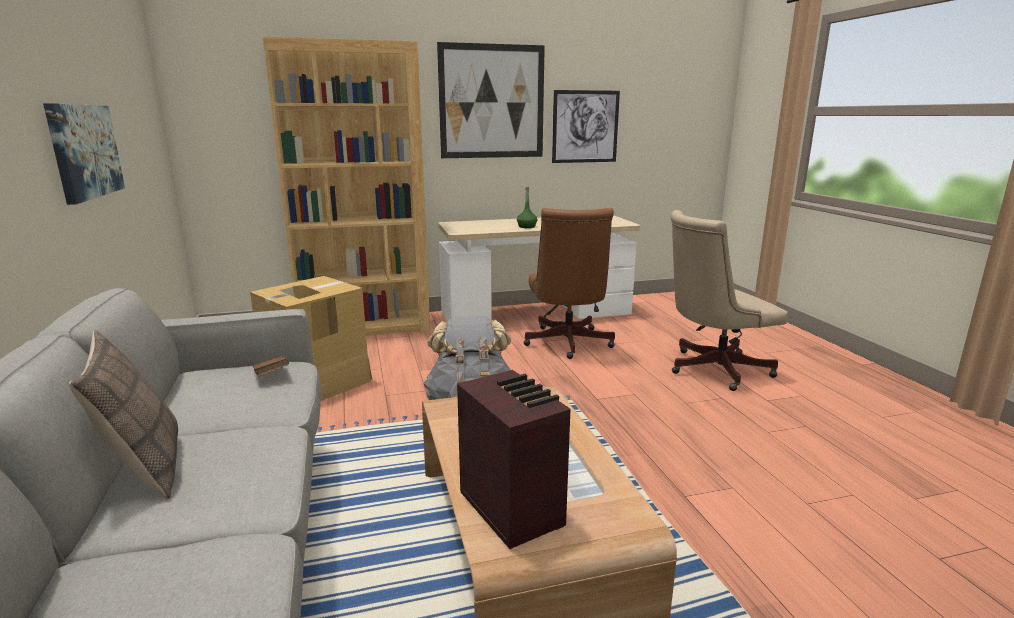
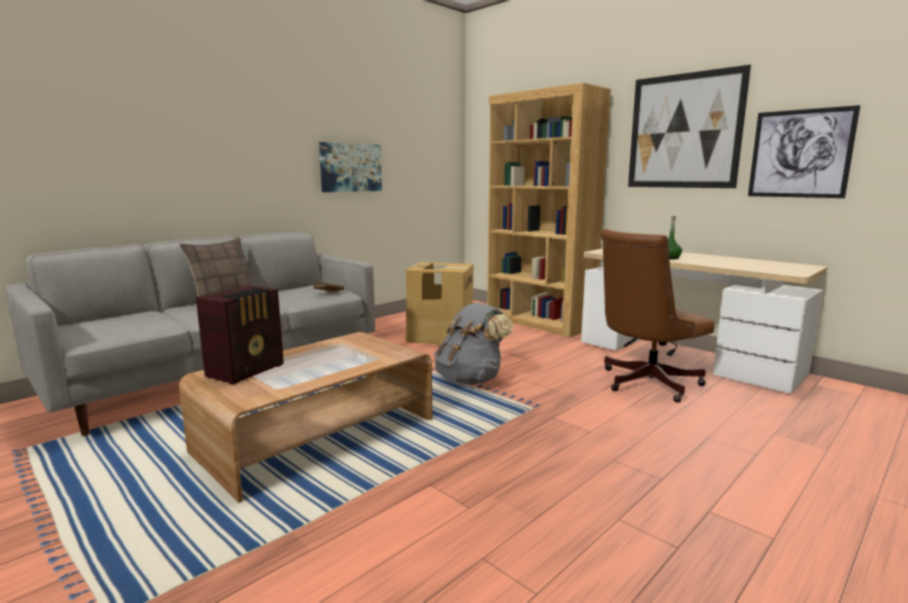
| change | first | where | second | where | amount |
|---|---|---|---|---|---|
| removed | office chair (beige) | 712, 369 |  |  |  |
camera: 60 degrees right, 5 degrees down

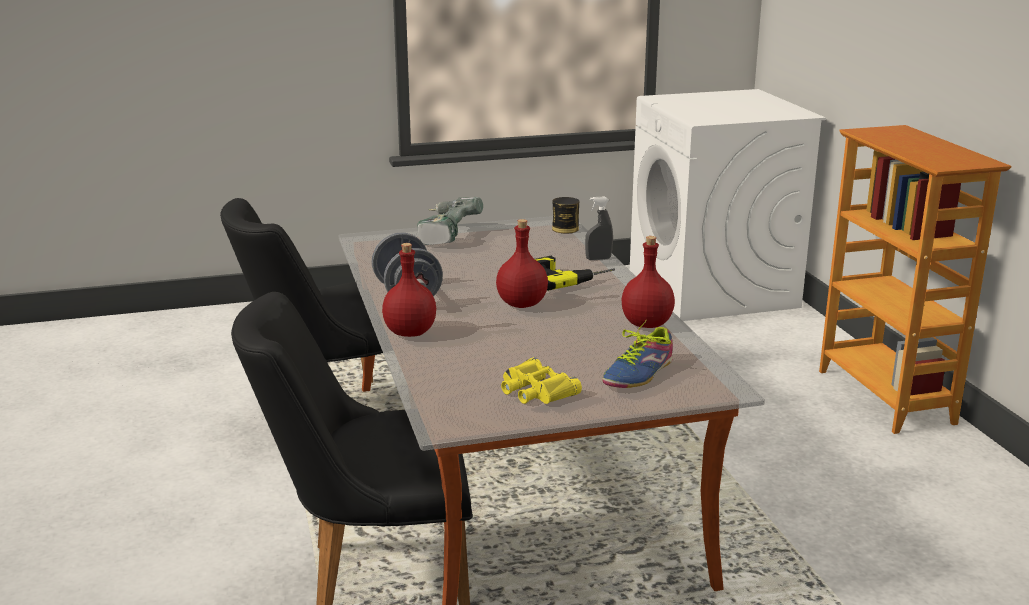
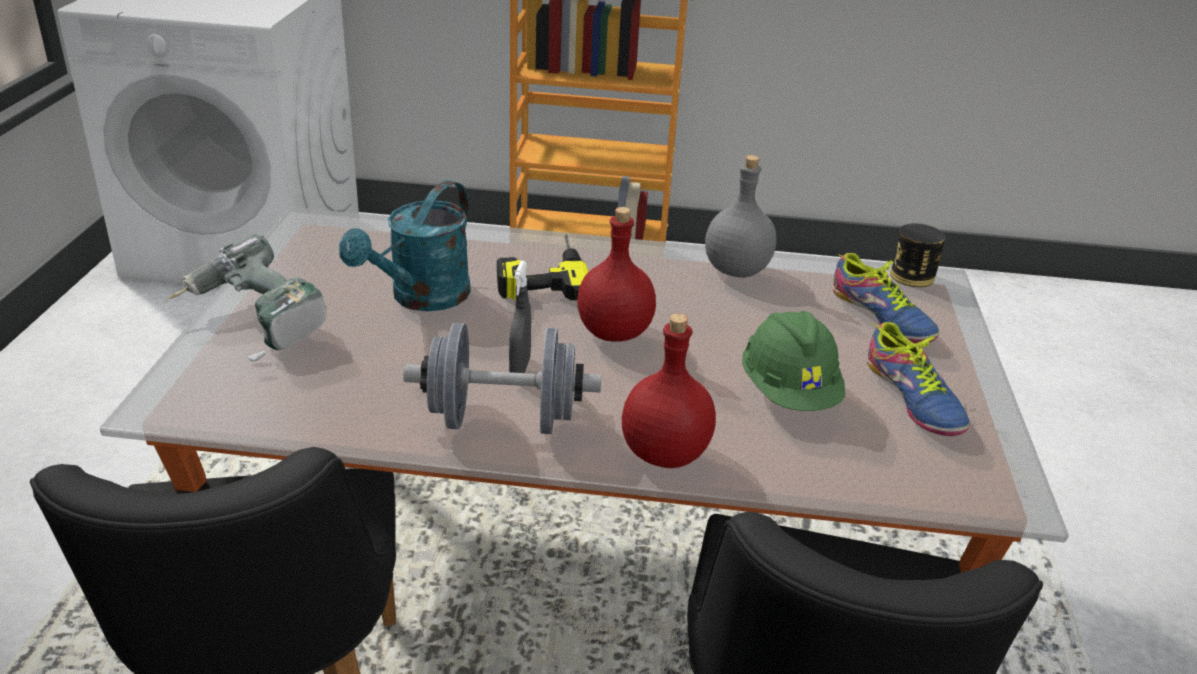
| change | first | where | second | where | amount |
|---|---|---|---|---|---|
| added |  |  | watering can (turquoise) | 421, 298 |  |
| moved | spray bottle (grey) | 598, 259 |  | 520, 367 |  |
| recoloured | bottle (red) | 646, 324 | bottle (grey) | 737, 271 |  |
| added |  |  | hard hat (green) | 789, 392 |  |
| replaced | binoculars (yellow) | 536, 390 | shoe | 913, 397 |  |
| moved | can | 565, 229 |  | 912, 276 |  |
camera: 70 degrees left, 10 degrees up

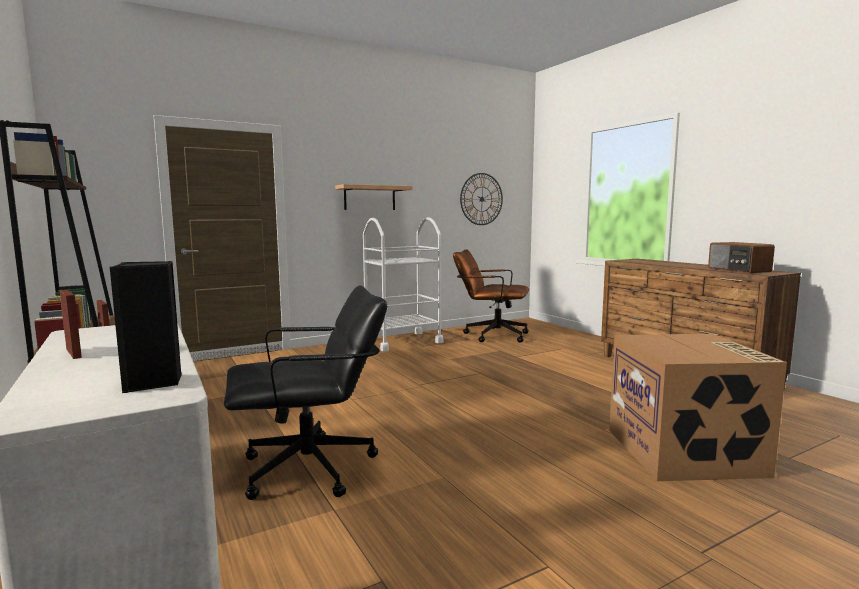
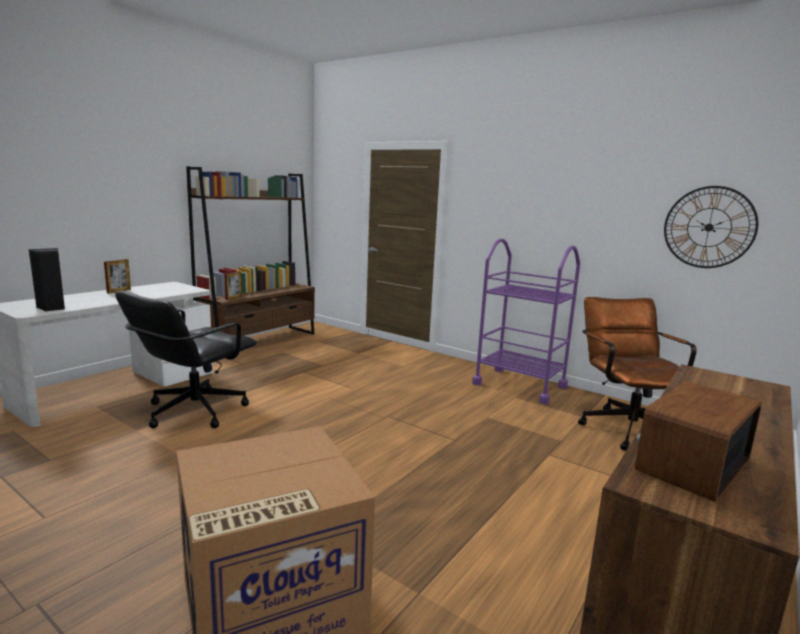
| change | first | where | second | where | amount |
|---|---|---|---|---|---|
| turned | office chair (black) | 310, 469 |  | 194, 411 | 75 degrees clockwise |
| recoloured | cart (white) | 402, 341 | cart (purple) | 519, 385 |  |
| removed | shelf | 369, 198 |  |  |  |
camera: 65 degrees right, 5 degrees up

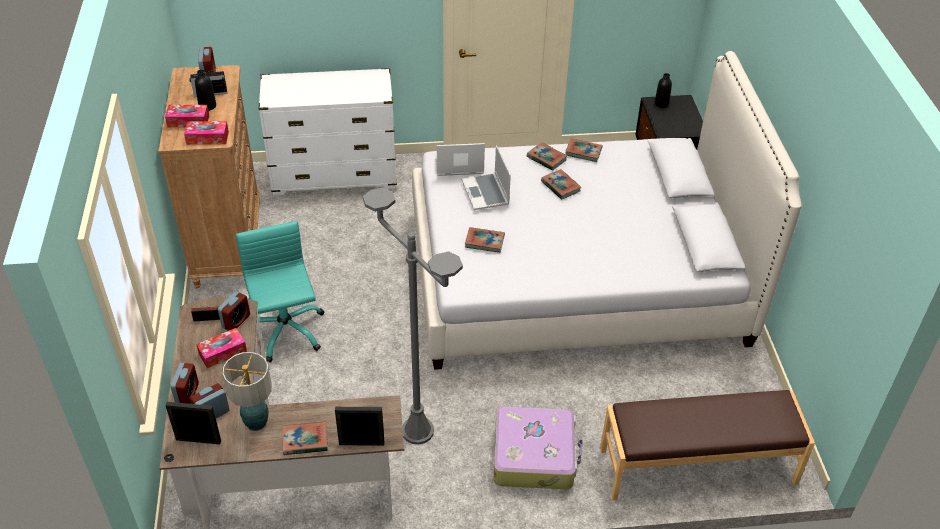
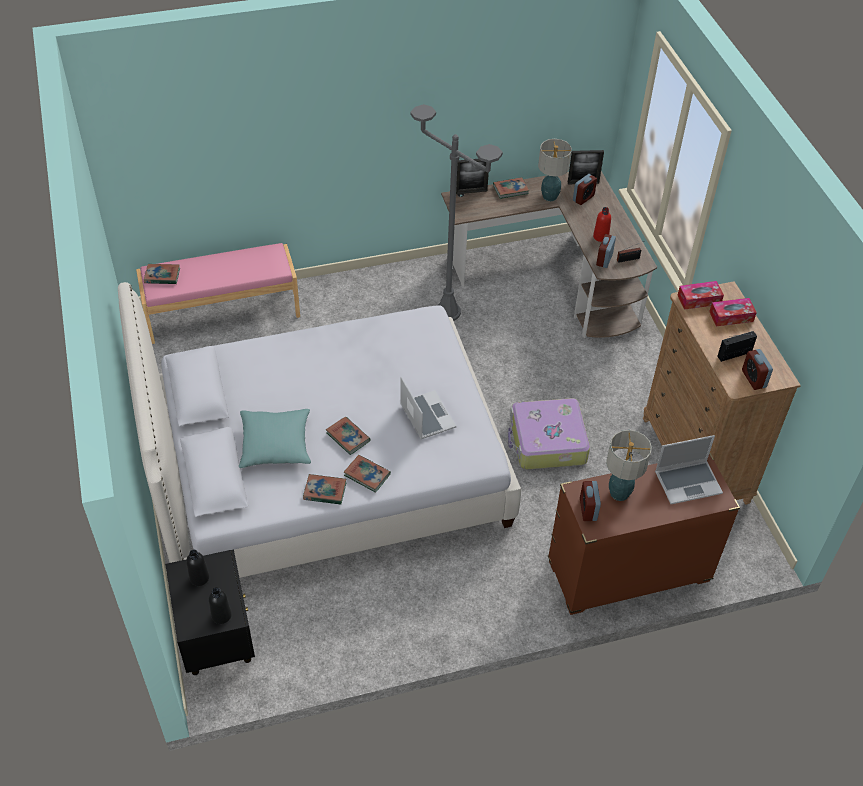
| change | first | where | second | where | amount |
|---|---|---|---|---|---|
| recoloured | bench (brown) | 697, 467 | bench (pink) | 222, 312 |  |
| moved | book | 484, 242 |  | 162, 276 |  |
| moved | bottle (black) | 207, 106 |  | 199, 578 |  |
| added |  |  | pillow (turquoise) | 275, 445 |  |
| moved | suitcase | 534, 455 |  | 547, 442 |  |
| recoloured | dresser (white) | 334, 176 | dresser (brown) | 628, 572 |  |
| moved | alarm clock | 187, 394 |  | 588, 509 |  |
| replaced | tissue box | 222, 352 | bottle (red) | 600, 237 |  |
| added |  |  | table lamp | 619, 493 |  |
| moved | laptop | 458, 165 |  | 688, 482 |  |
| removed | office chair (turquoise) | 285, 331 |  |  |  |
camera: 170 degrees right, 5 degrees up

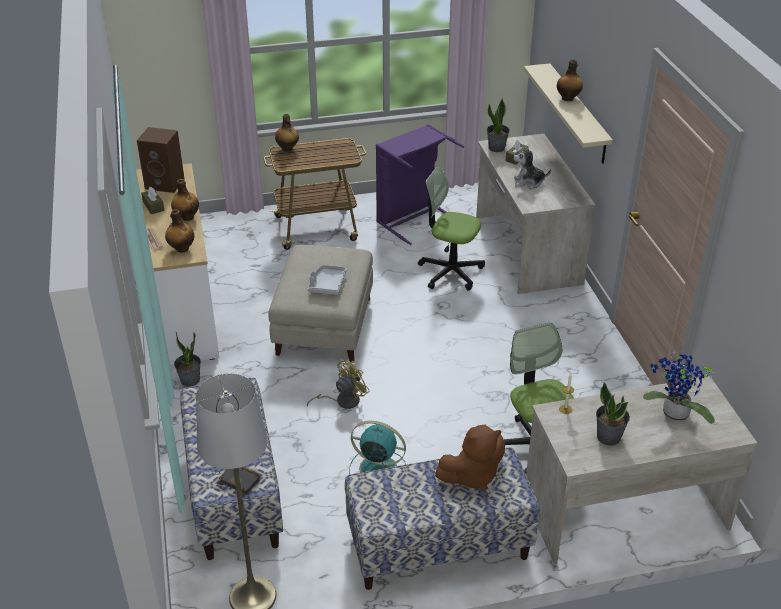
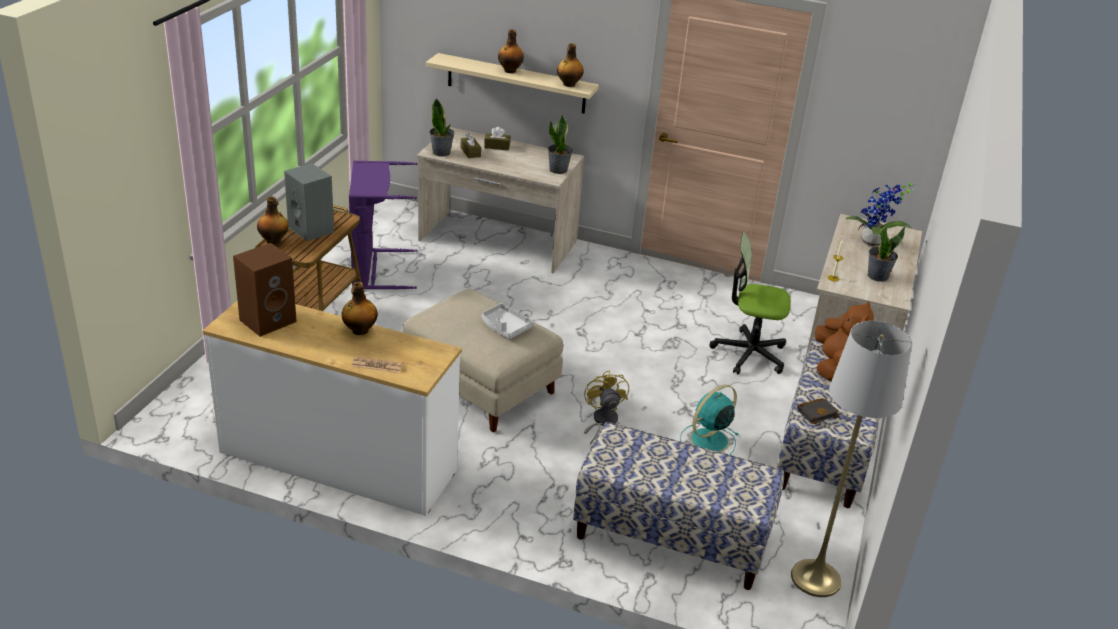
| change | first | where | second | where | amount |
|---|---|---|---|---|---|
| added |  |  | speaker (grey) | 312, 230 |  |
| moved | tissue box (brown) | 153, 206 |  | 497, 146 |  |
| moved | potted plant | 190, 380 |  | 558, 170 |  |
| moved | bottle | 181, 248 |  | 568, 84 |  |
| moved | book (black) | 241, 481 |  | 817, 413 |  |
| removed | office chair | 450, 272 |  |  |  |
| removed | plush toy | 528, 182 |  |  |  |
camera: 60 degrees left, 5 degrees down

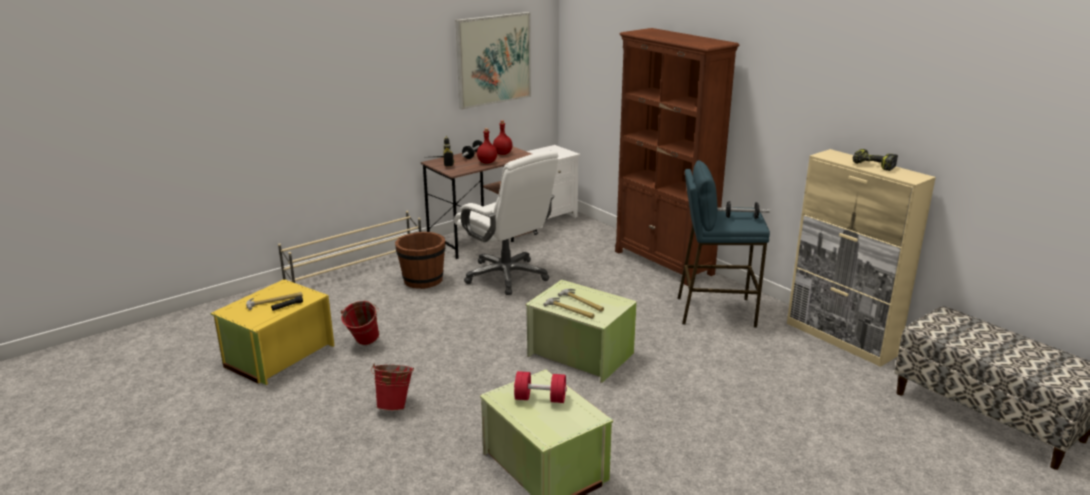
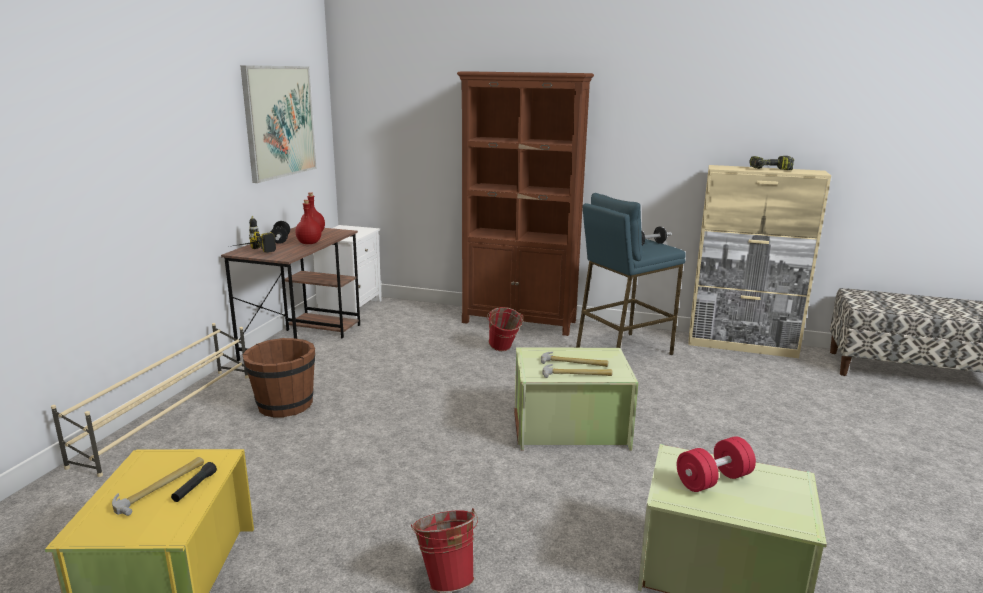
| change | first | where | second | where | amount |
|---|---|---|---|---|---|
| moved | bucket (red) | 363, 344 |  | 503, 350 |  |
| removed | office chair (white) | 507, 276 |  |  |  |
camera: 35 degrees left, 5 degrees down

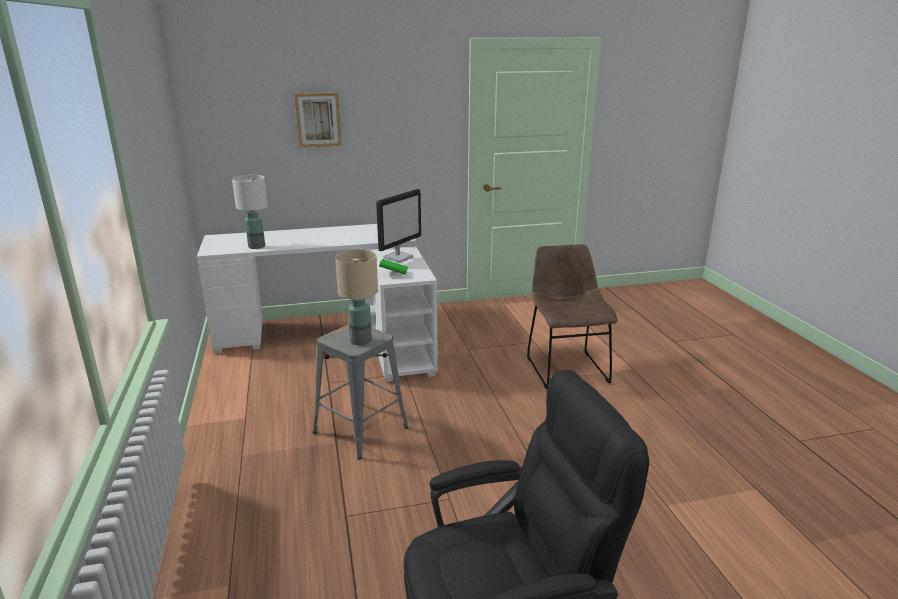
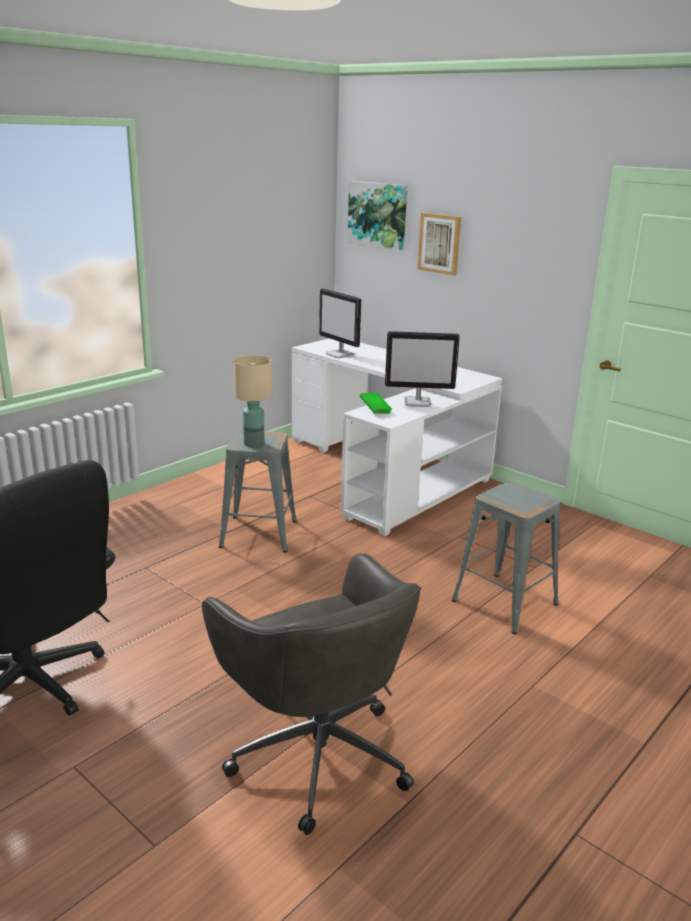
| change | first | where | second | where | amount |
|---|---|---|---|---|---|
| added |  |  | office chair (grey) | 317, 753 |  |
| replaced | table lamp (white) | 257, 246 | monitor | 340, 355 |  |
| added |  |  | picture | 378, 215 |  |
| replaced | chair (brown) | 565, 368 | stool (grey) | 505, 602 |  |
camera: 55 degrees right, 0 degrees up

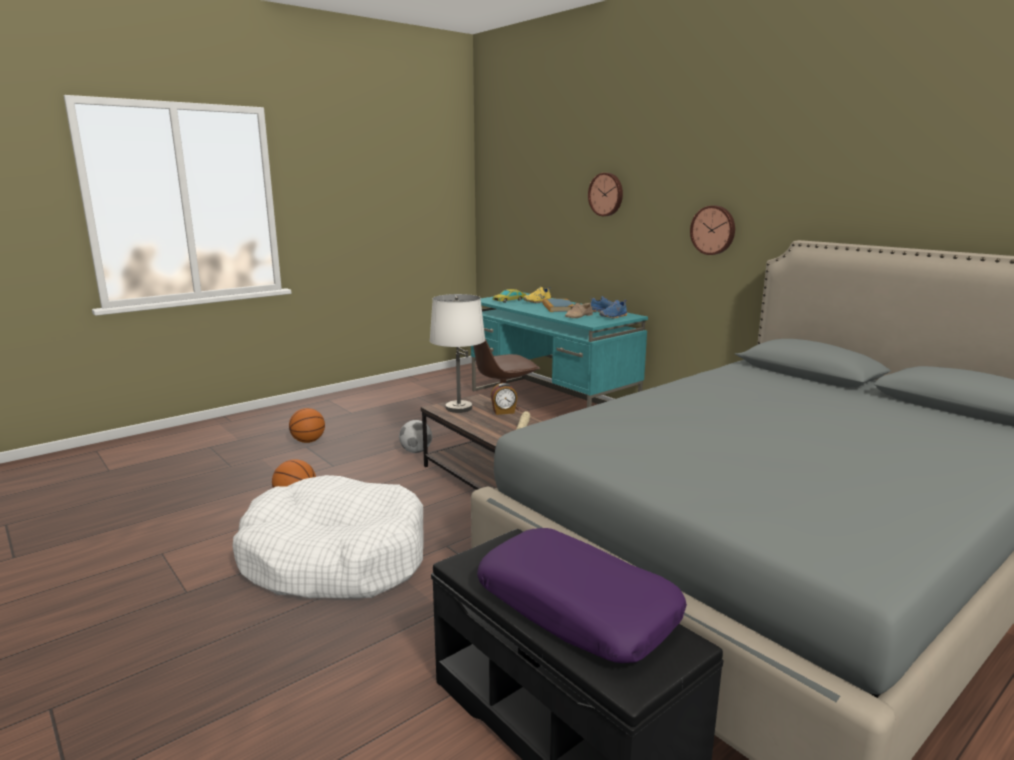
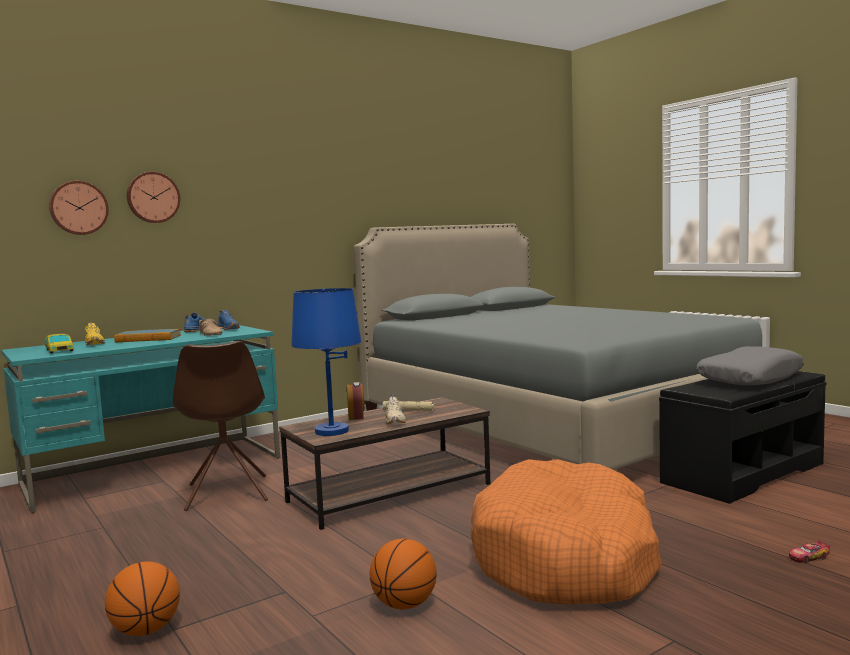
| change | first | where | second | where | amount |
|---|---|---|---|---|---|
| moved | wall clock | 713, 230 |  | 78, 208 |  |
| recoloured | table lamp (white) | 458, 408 | table lamp (blue) | 332, 431 |  |
| added |  |  | shoe (beige) | 395, 421 |  |
| recoloured | dog bed (white) | 335, 558 | dog bed (orange) | 566, 558 |  |
| recoloured | pillow (purple) | 577, 608 | pillow (grey) | 750, 379 |  |
| added |  |  | toy car | 808, 557 |  |
| removed | football | 416, 451 |  |  |  |
camera: 85 degrees left, 10 degrees down

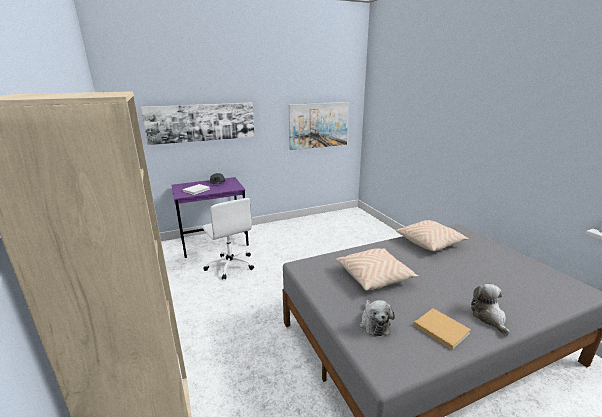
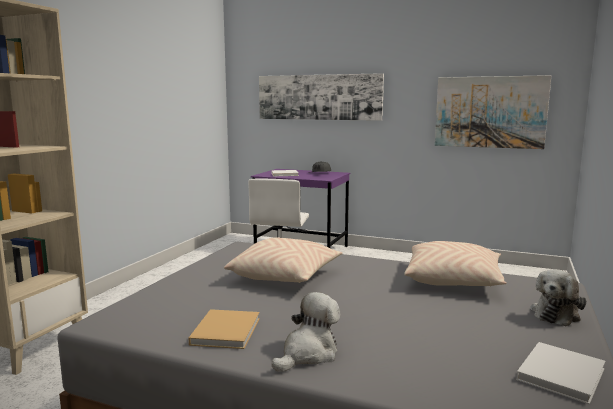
| change | first | where | second | where | amount |
|---|---|---|---|---|---|
| added |  |  | book (white) | 561, 373 |  |
| moved | plush toy | 374, 323 |  | 556, 314 |  |
camera: 45 degrees right, 10 degrees down

